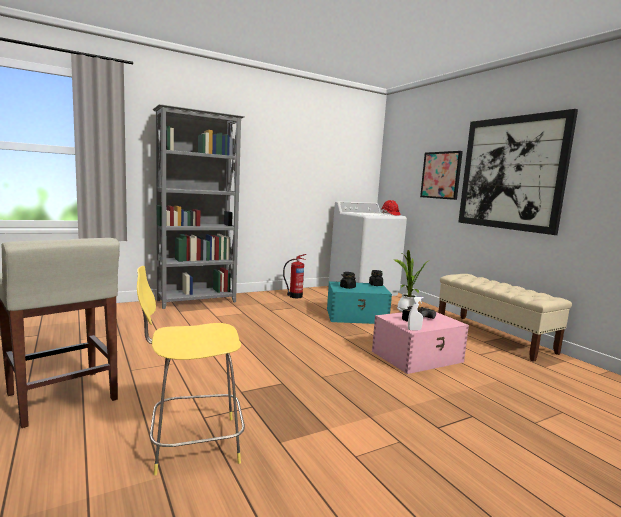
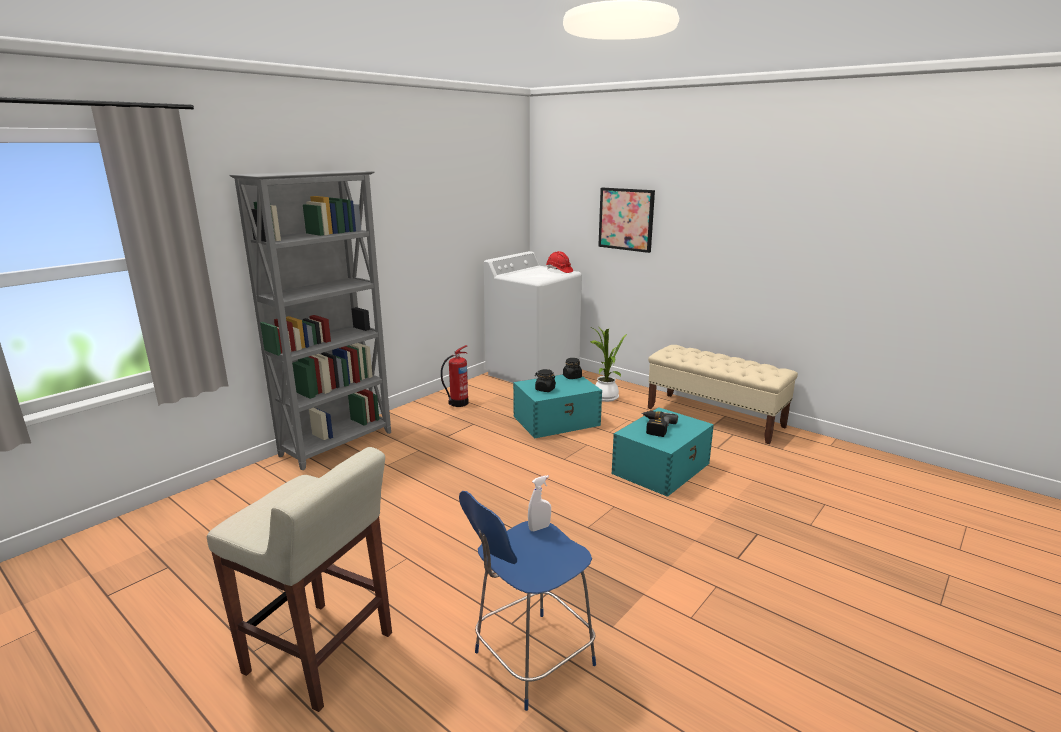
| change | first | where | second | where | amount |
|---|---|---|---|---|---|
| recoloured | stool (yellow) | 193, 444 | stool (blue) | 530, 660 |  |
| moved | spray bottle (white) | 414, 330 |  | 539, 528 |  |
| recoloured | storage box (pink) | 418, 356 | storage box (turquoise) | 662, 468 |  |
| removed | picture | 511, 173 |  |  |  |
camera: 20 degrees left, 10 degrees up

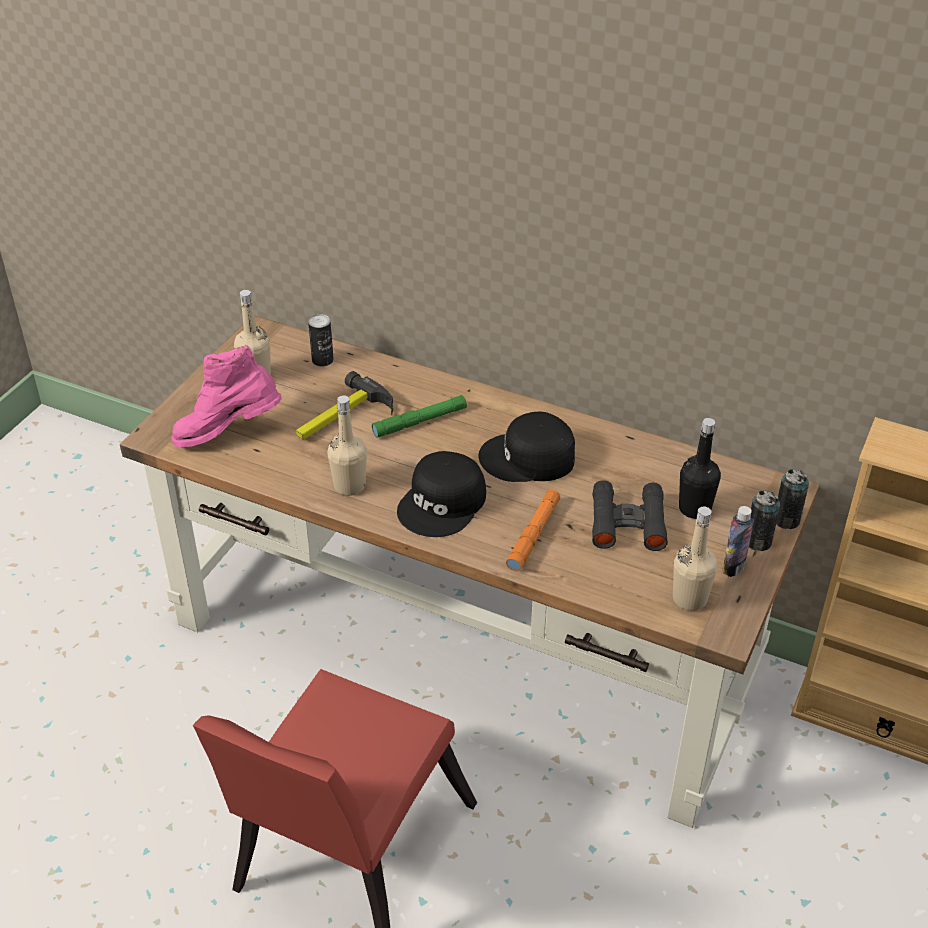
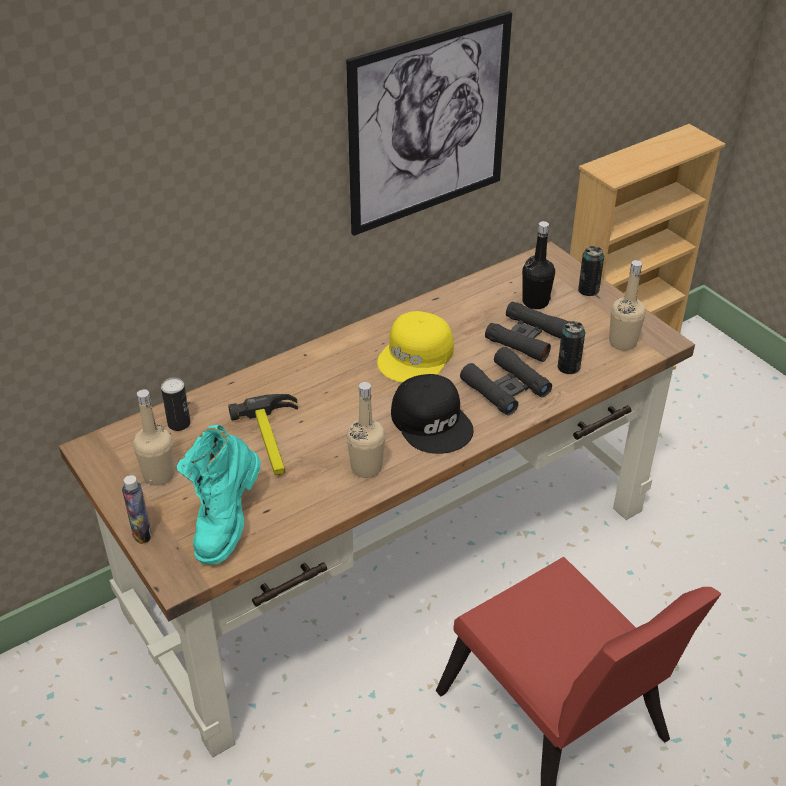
| change | first | where | second | where | amount |
|---|---|---|---|---|---|
| moved | bottle | 733, 567 |  | 141, 533 |  |
| recoloured | boot (pink) | 228, 434 | boot (turquoise) | 225, 522 |  |
| added |  |  | picture | 428, 124 |  |
| recoloured | cap (black) | 528, 458 | cap (yellow) | 417, 356 |  |
| replaced | flashlight (orange) | 533, 535 | binoculars (black) | 505, 388 |  |
| moved | can | 786, 520 |  | 568, 367 |  |
| removed | flashlight (green) | 420, 421 |  |  |  |
camera: 60 degrees left, 0 degrees up

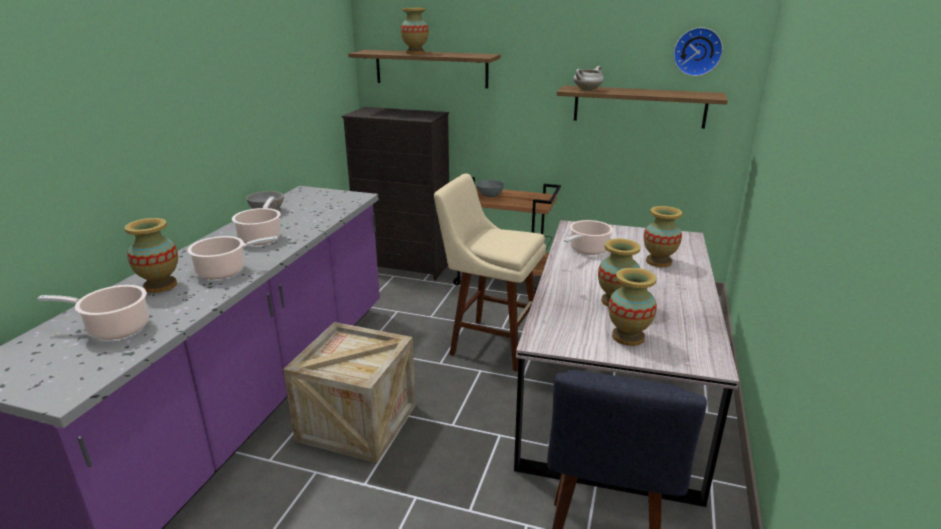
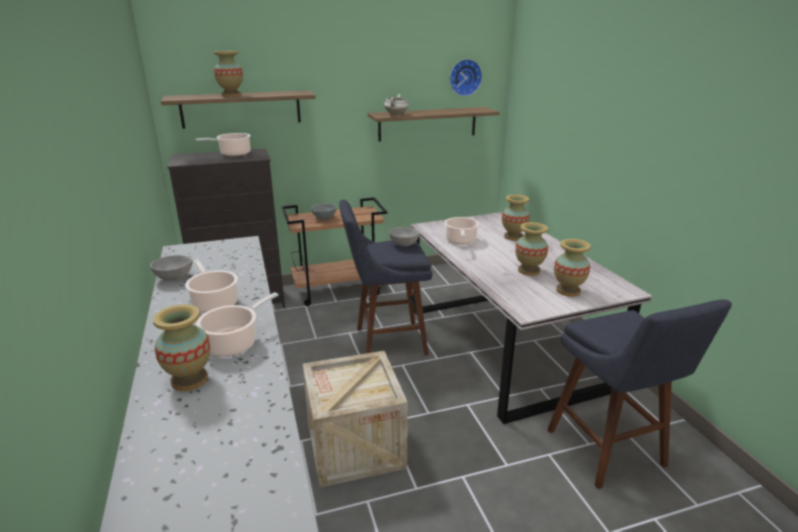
| change | first | where | second | where | amount |
|---|---|---|---|---|---|
| moved | cooking pot | 115, 328 |  | 233, 154 |  |
| recoloured | stool (beige) | 489, 343 | stool (blue) | 385, 341 |  |
| added |  |  | bowl (grey) | 404, 244 |  |
camera: 35 degrees left, 0 degrees up

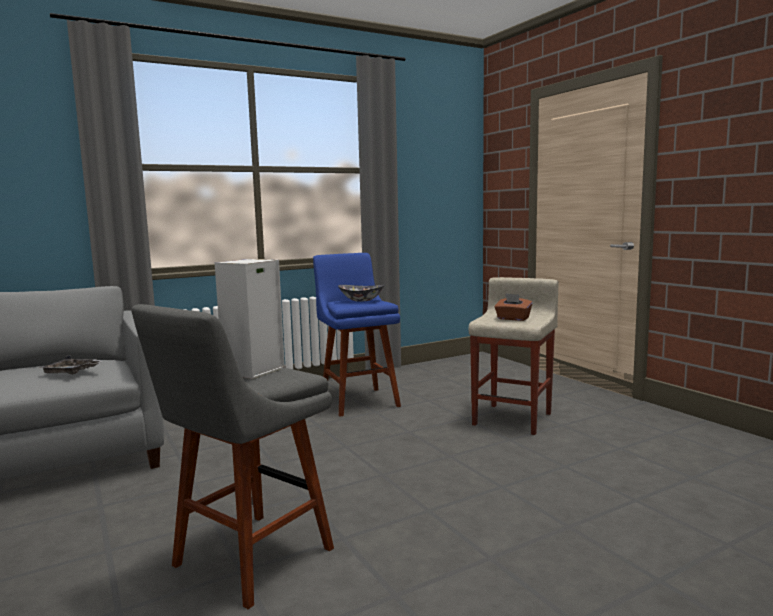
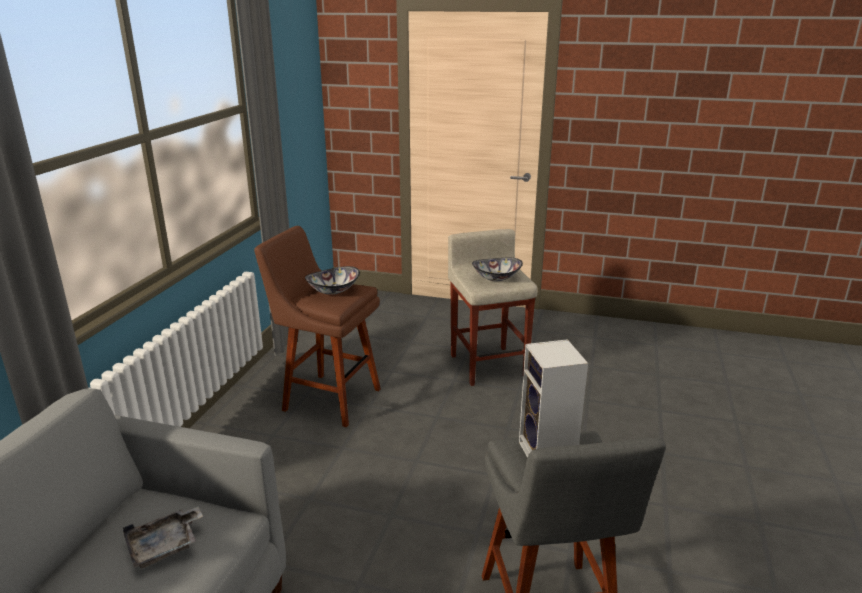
| change | first | where | second | where | amount |
|---|---|---|---|---|---|
| recoloured | stool (blue) | 358, 400 | stool (brown) | 327, 398 |  |
| replaced | tissue box (brown) | 513, 319 | bowl | 496, 278 |  |
camera: 45 degrees left, 15 degrees up

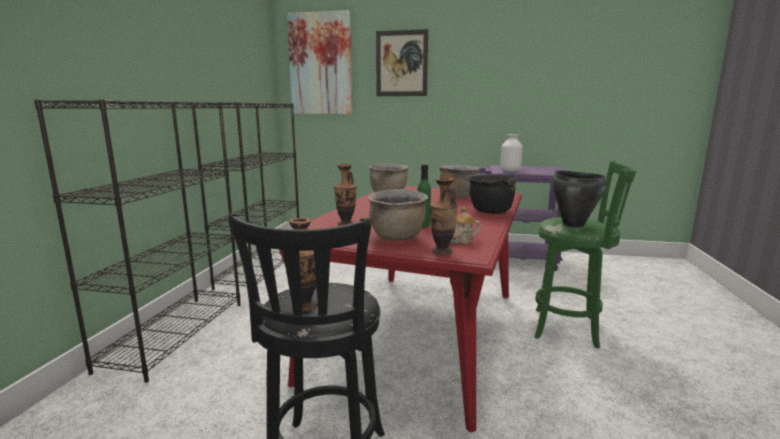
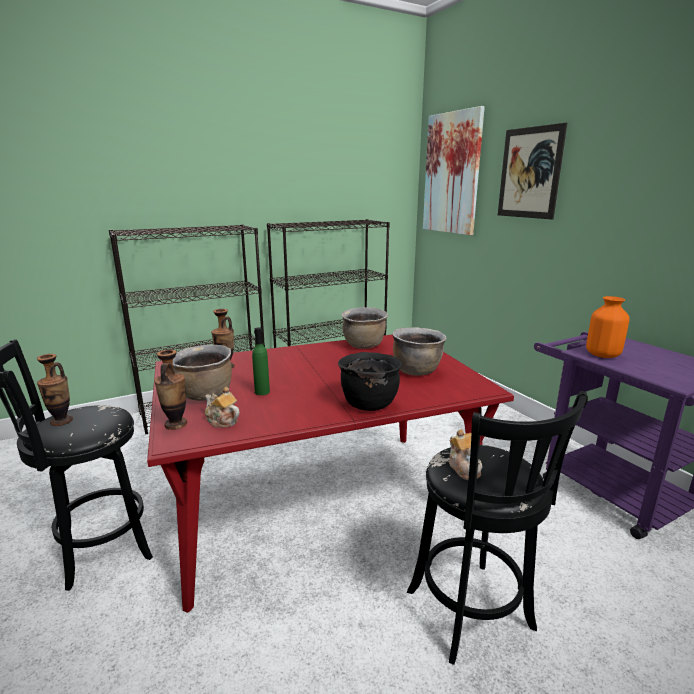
| change | first | where | second | where | amount |
|---|---|---|---|---|---|
| recoloured | stool (green) | 570, 328 | stool (black) | 473, 615 |  |
| replaced | cooking pot (black) | 573, 224 | teapot | 464, 468 |  |
| recoloured | vase (white) | 510, 171 | vase (orange) | 603, 355 |  |
camera: 50 degrees right, 5 degrees up

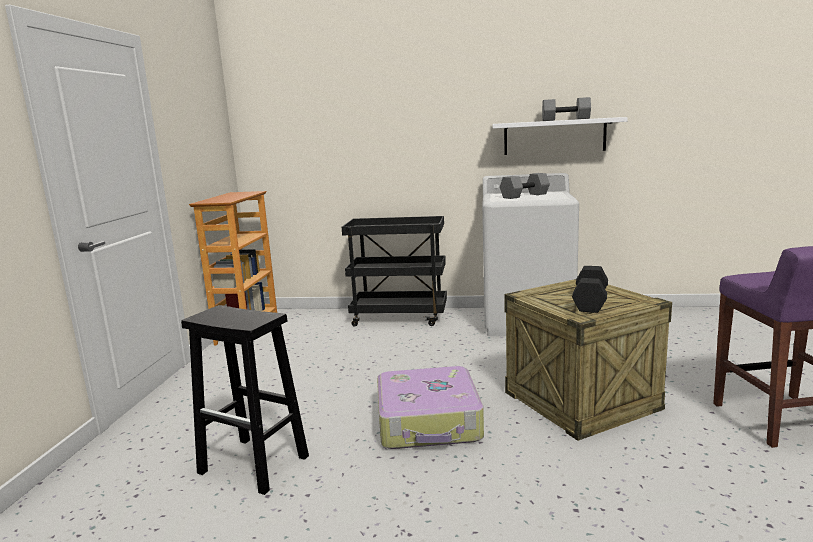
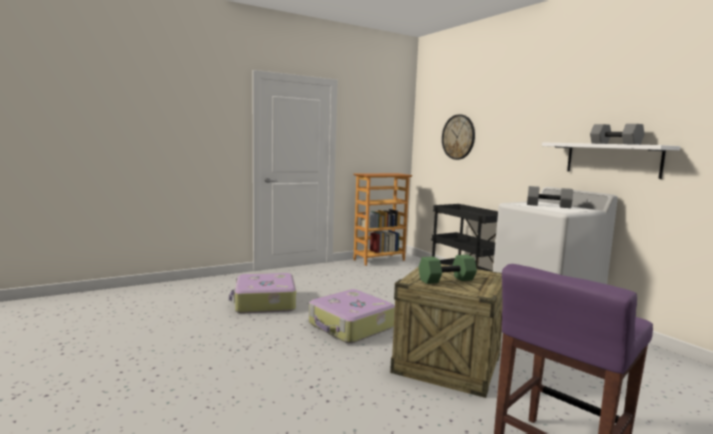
| change | first | where | second | where | amount |
|---|---|---|---|---|---|
| replaced | stool (black) | 255, 465 | suitcase | 264, 302 |  |
| recoloured | dumbbell (black) | 589, 301 | dumbbell (green) | 446, 279 |  |
| added |  |  | wall clock | 458, 137 |  |
camera: 50 degrees right, 5 degrees down

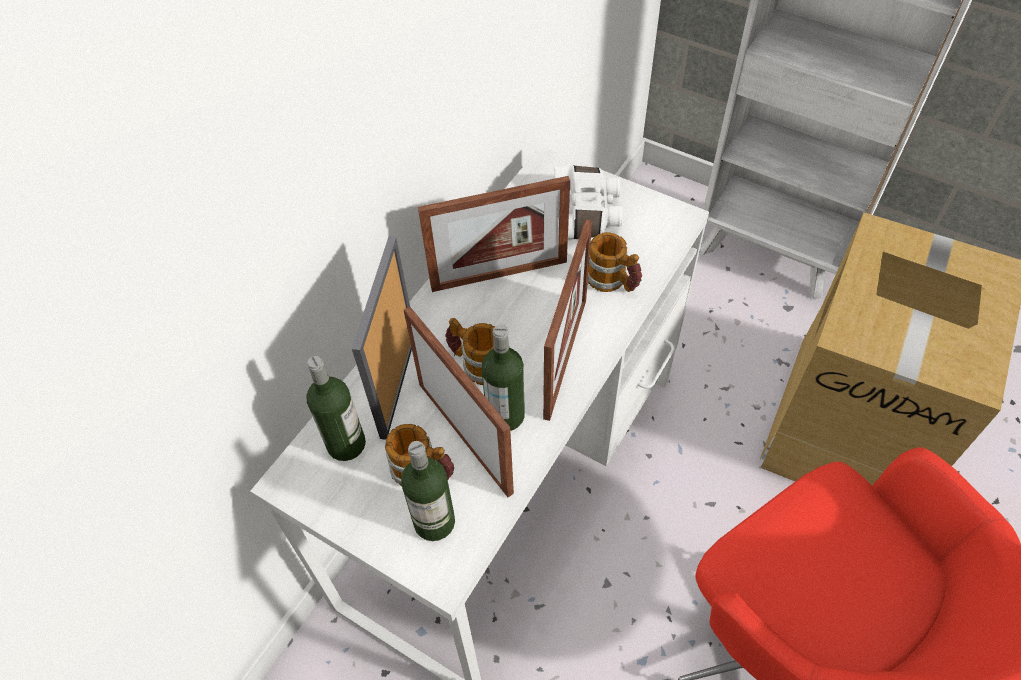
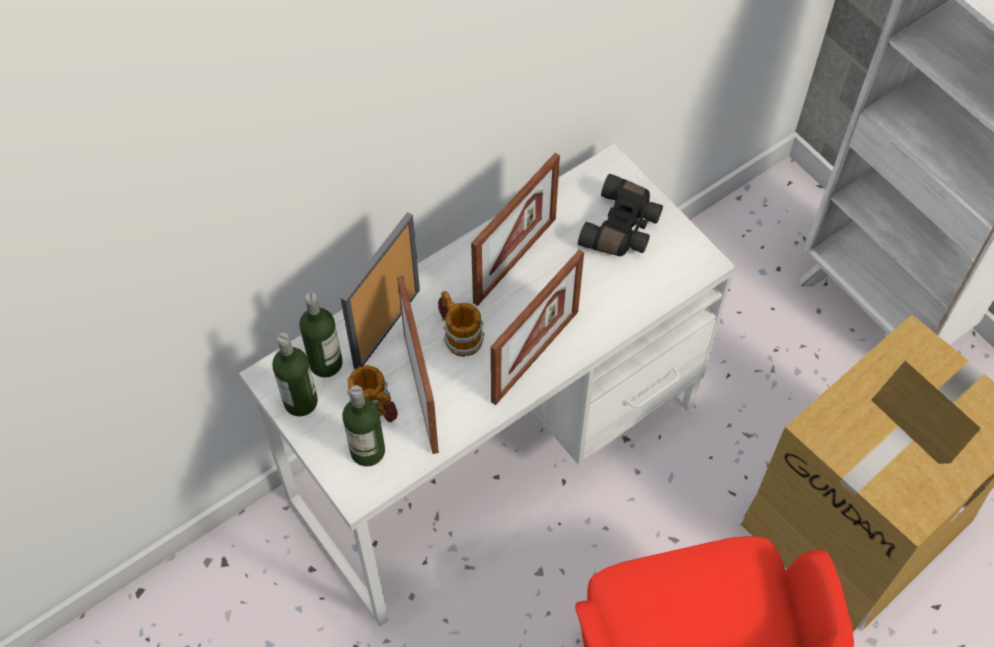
| change | first | where | second | where | amount |
|---|---|---|---|---|---|
| moved | bottle | 505, 415 |  | 300, 401 |  |
| turned | picture frame | 499, 274 |  | 515, 260 | 60 degrees counterclockwise |
| recoloured | binoculars (white) | 587, 213 | binoculars (black) | 622, 228 |  |
| removed | mug | 612, 281 |  |  |  |
camera: 20 degrees right, 5 degrees up

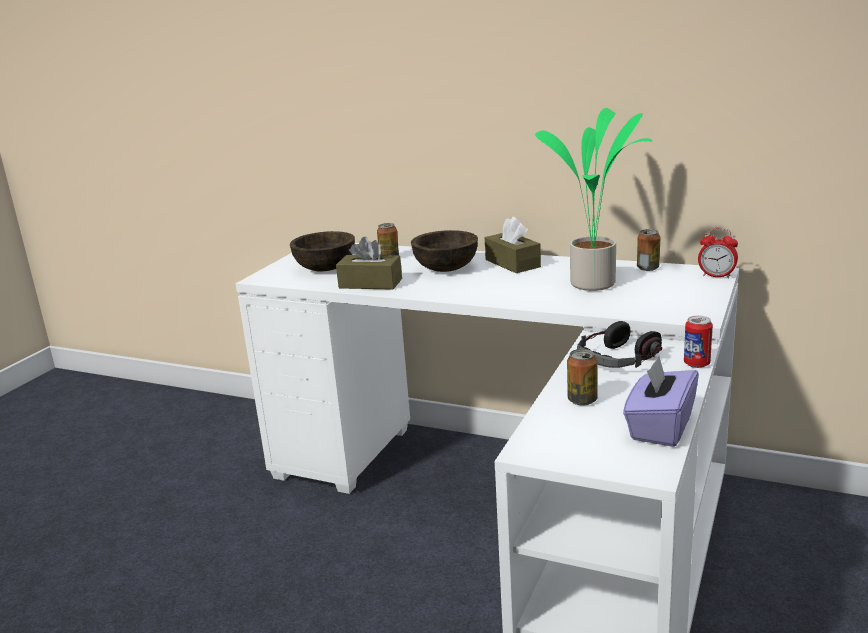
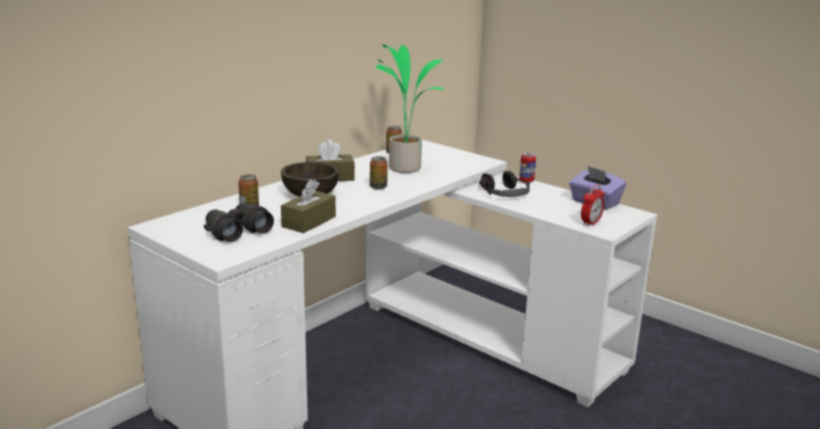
| change | first | where | second | where | amount |
|---|---|---|---|---|---|
| replaced | bowl (brown) | 326, 268 | binoculars (black) | 237, 231 |  |
| moved | can | 582, 400 |  | 378, 187 |  |
| moved | alarm clock | 716, 276 |  | 590, 223 |  |
camera: 75 degrees left, 0 degrees up

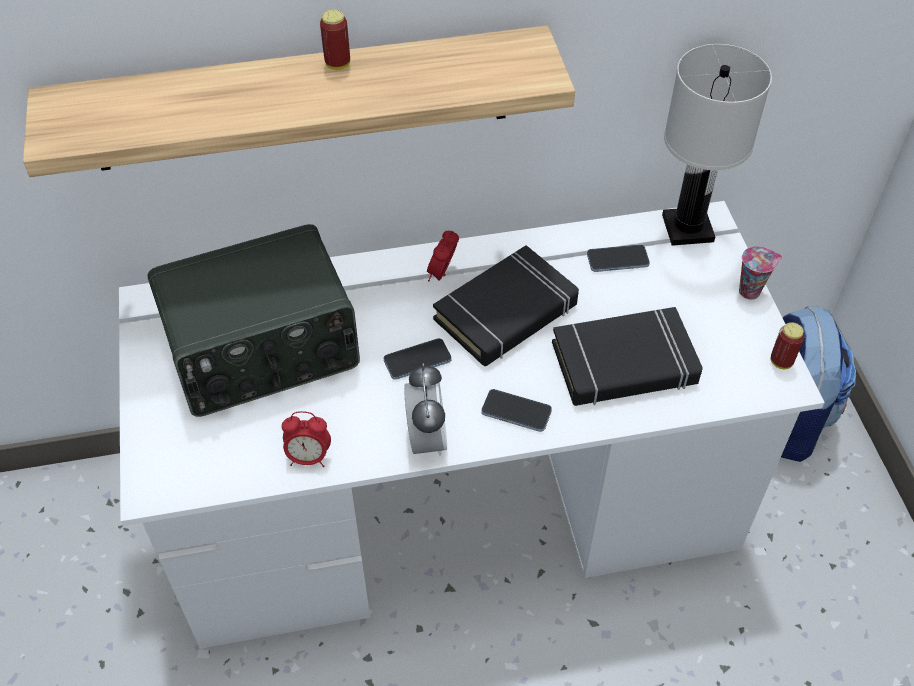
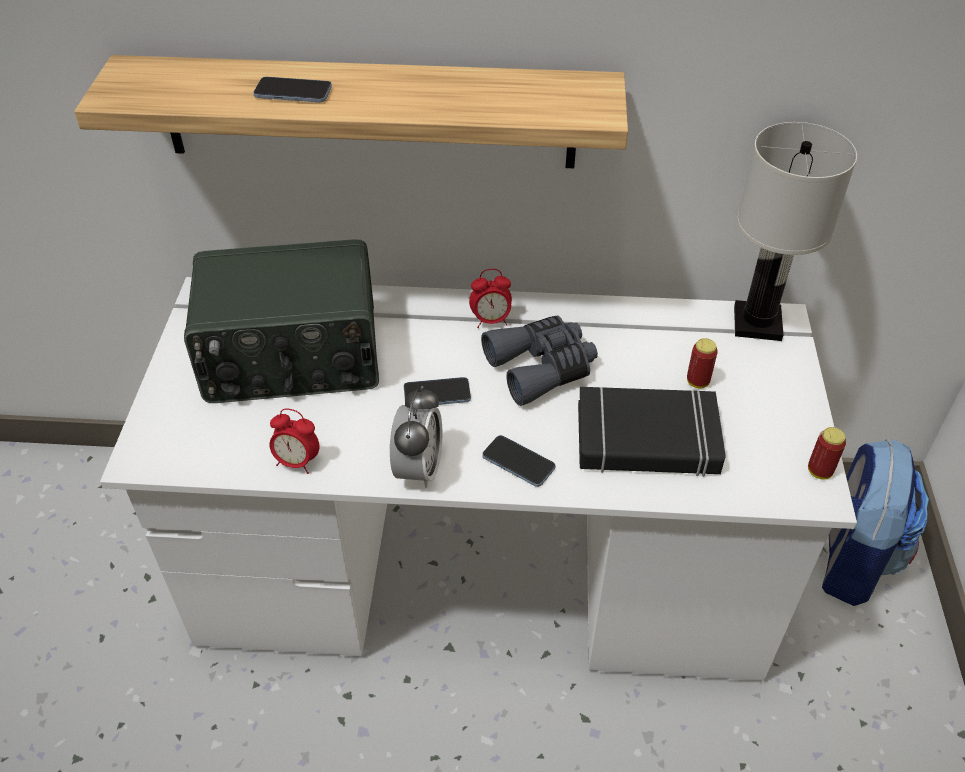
| change | first | where | second | where | amount |
|---|---|---|---|---|---|
| moved | phone | 617, 260 |  | 293, 92 |  |
| turned | alarm clock | 442, 274 |  | 491, 320 | 135 degrees counterclockwise |
| replaced | book (black) | 506, 313 | binoculars (grey) | 542, 367 |  |
| moved | can | 337, 64 |  | 697, 382 |  |
| removed | cup | 750, 291 |  |  |  |
camera: 15 degrees right, 5 degrees down

